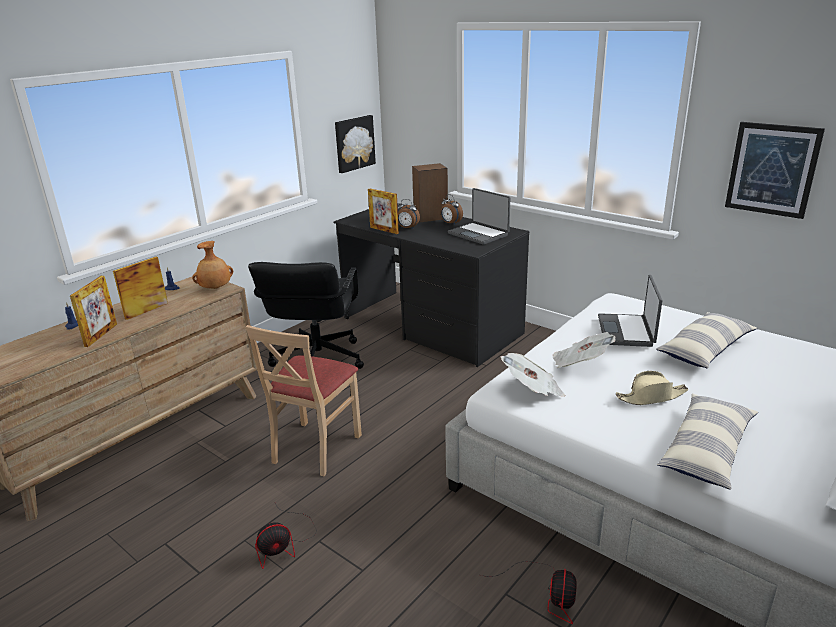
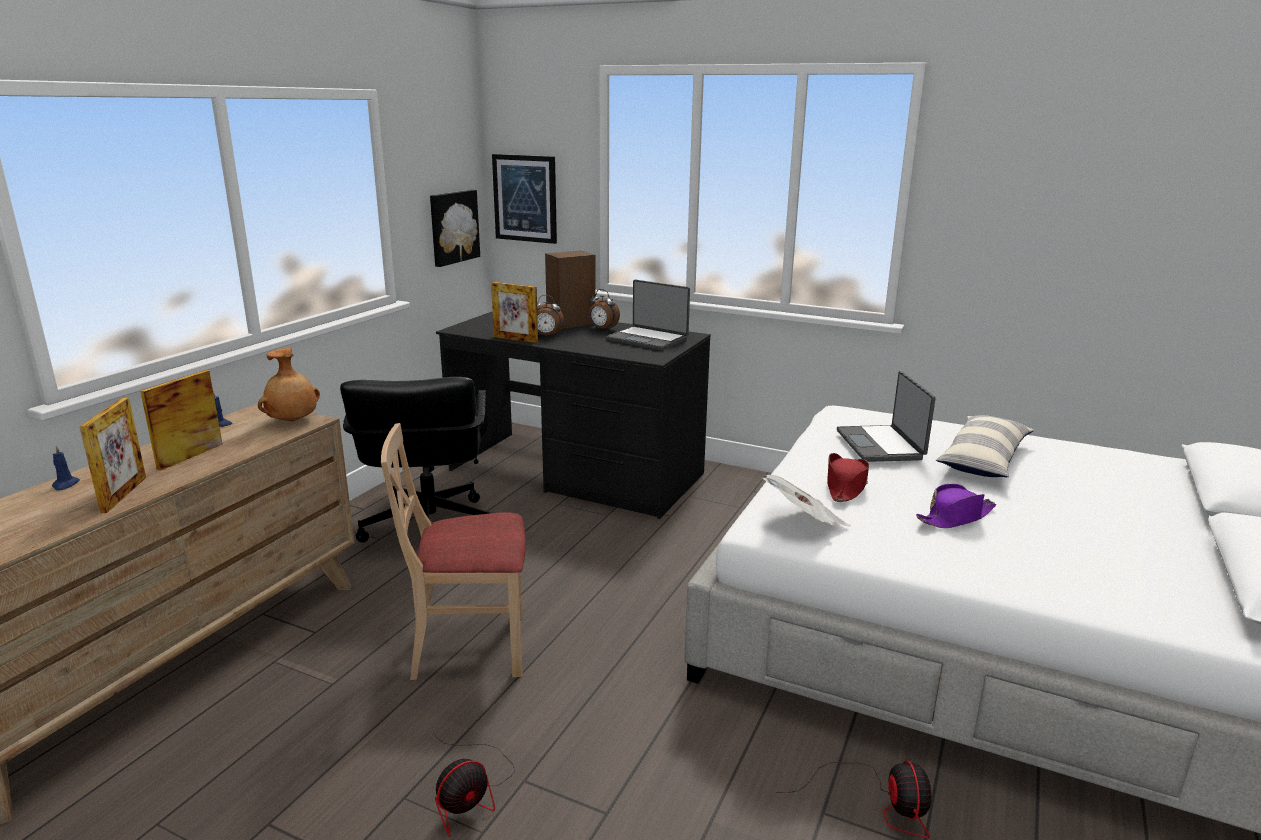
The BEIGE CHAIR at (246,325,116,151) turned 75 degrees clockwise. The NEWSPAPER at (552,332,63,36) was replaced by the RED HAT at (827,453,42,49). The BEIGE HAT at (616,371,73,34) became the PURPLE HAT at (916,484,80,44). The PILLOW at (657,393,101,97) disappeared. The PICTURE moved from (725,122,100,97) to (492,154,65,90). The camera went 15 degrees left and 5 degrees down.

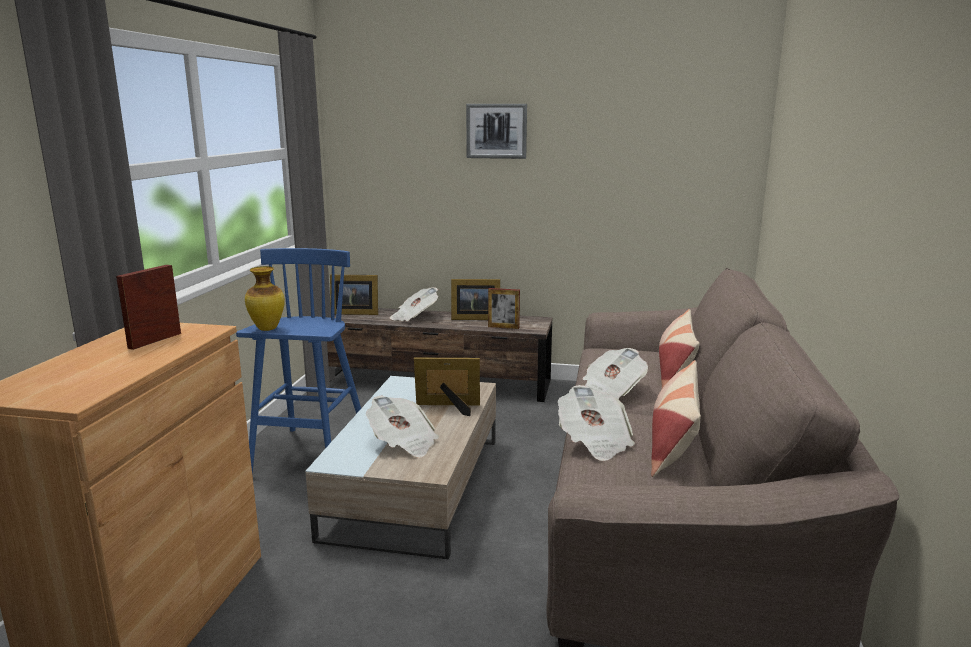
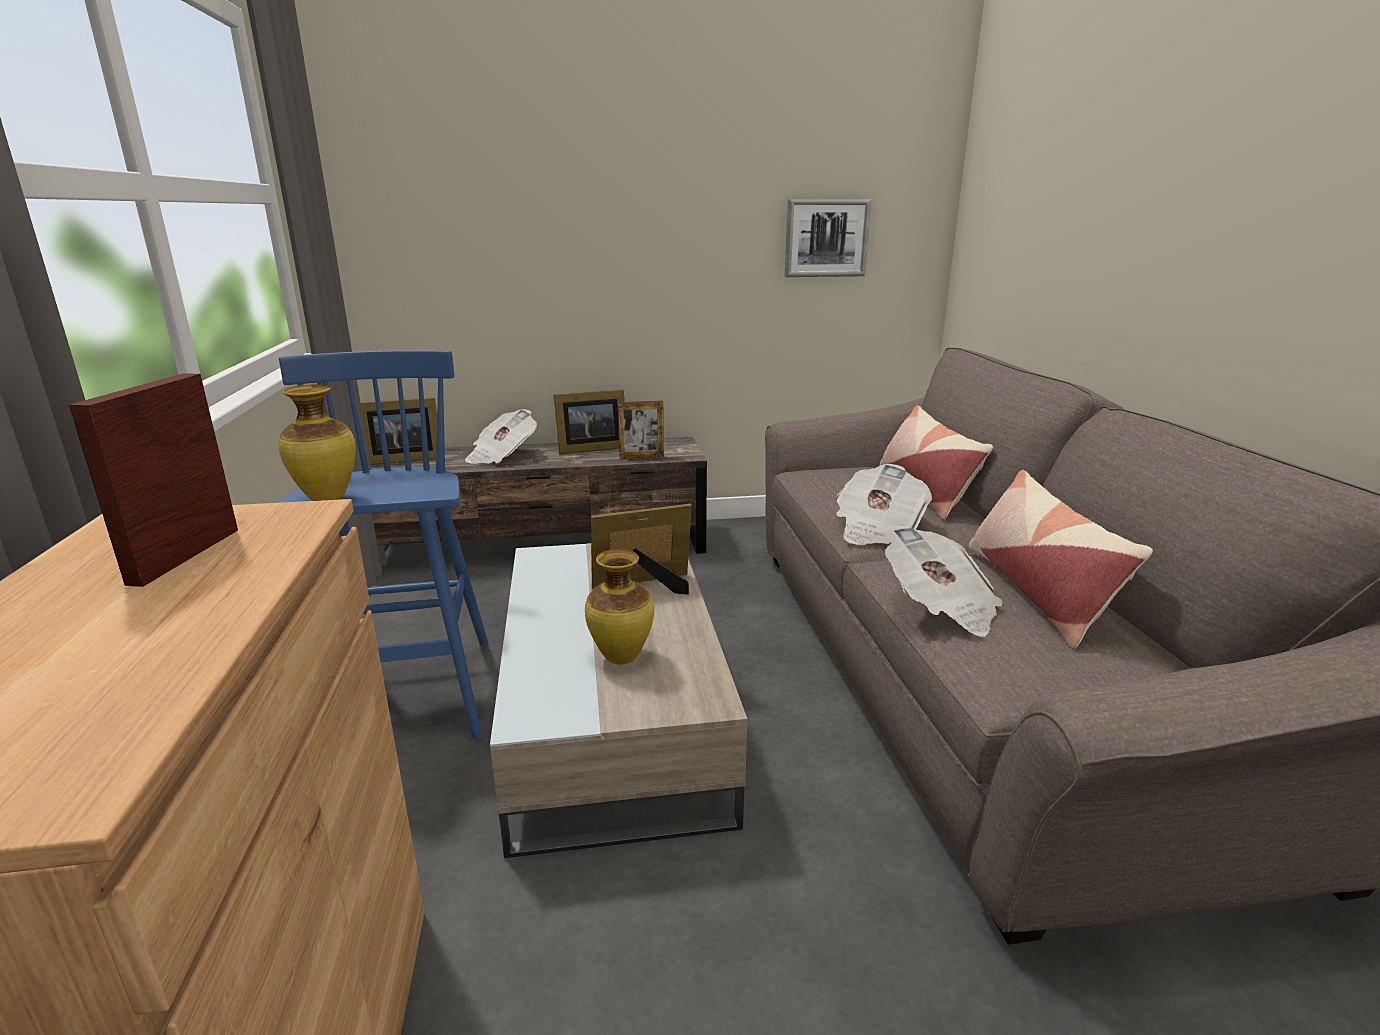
The NEWSPAPER at (366,396,73,61) was replaced by the VASE at (585,549,69,116). The PICTURE moved from (466,104,61,55) to (785,199,86,78). The camera went 20 degrees left and 5 degrees up.

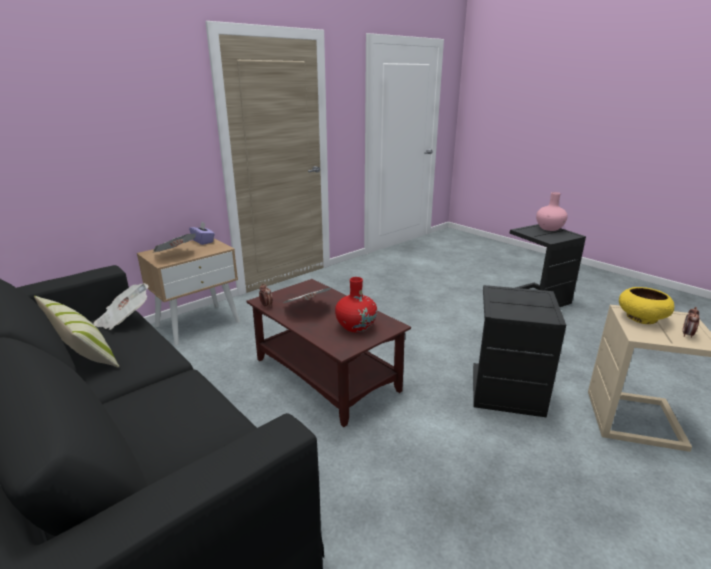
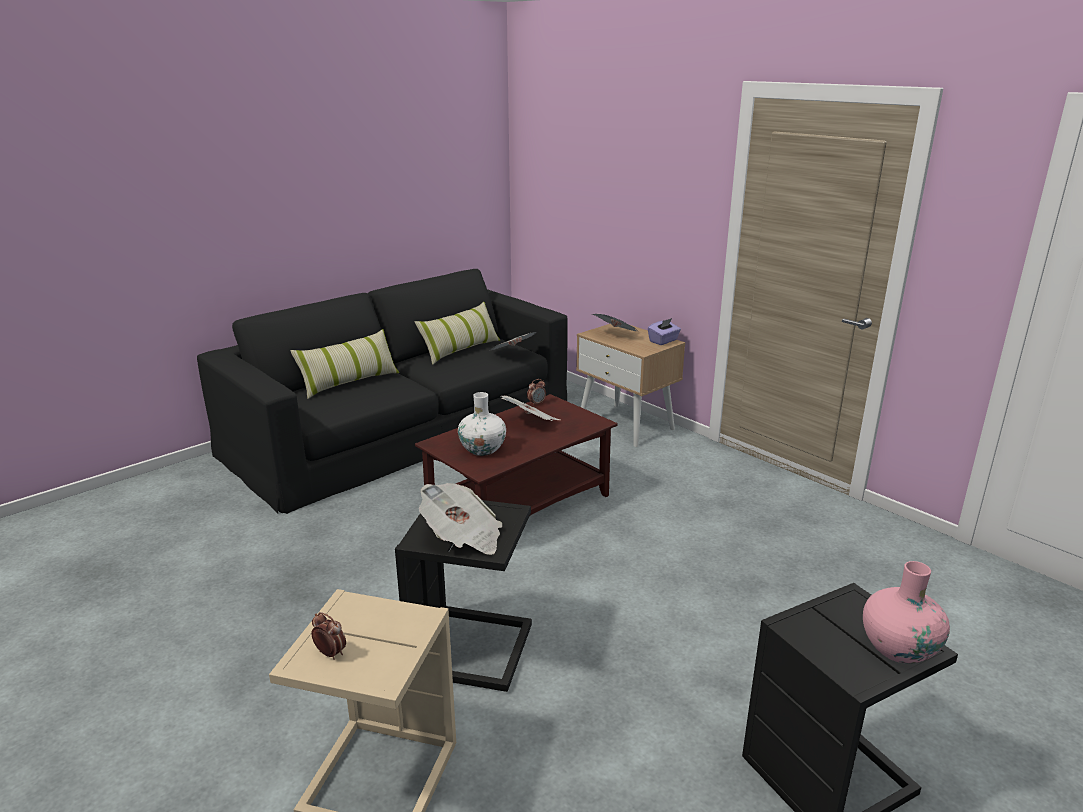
The RED VASE at (335,277,42,55) became the WHITE VASE at (458,392,48,64). The YELLOW BOWL at (619,287,55,37) disappeared. The PILLOW at (291,329,108,70) appeared. The NEWSPAPER at (418,483,85,72) appeared. The camera went 90 degrees right and 0 degrees up.

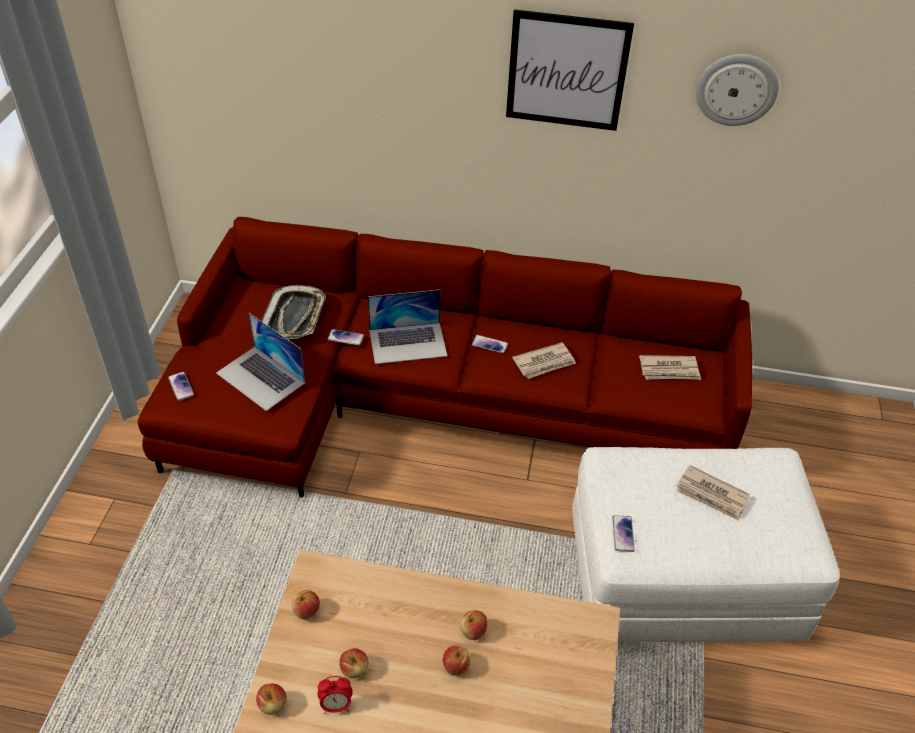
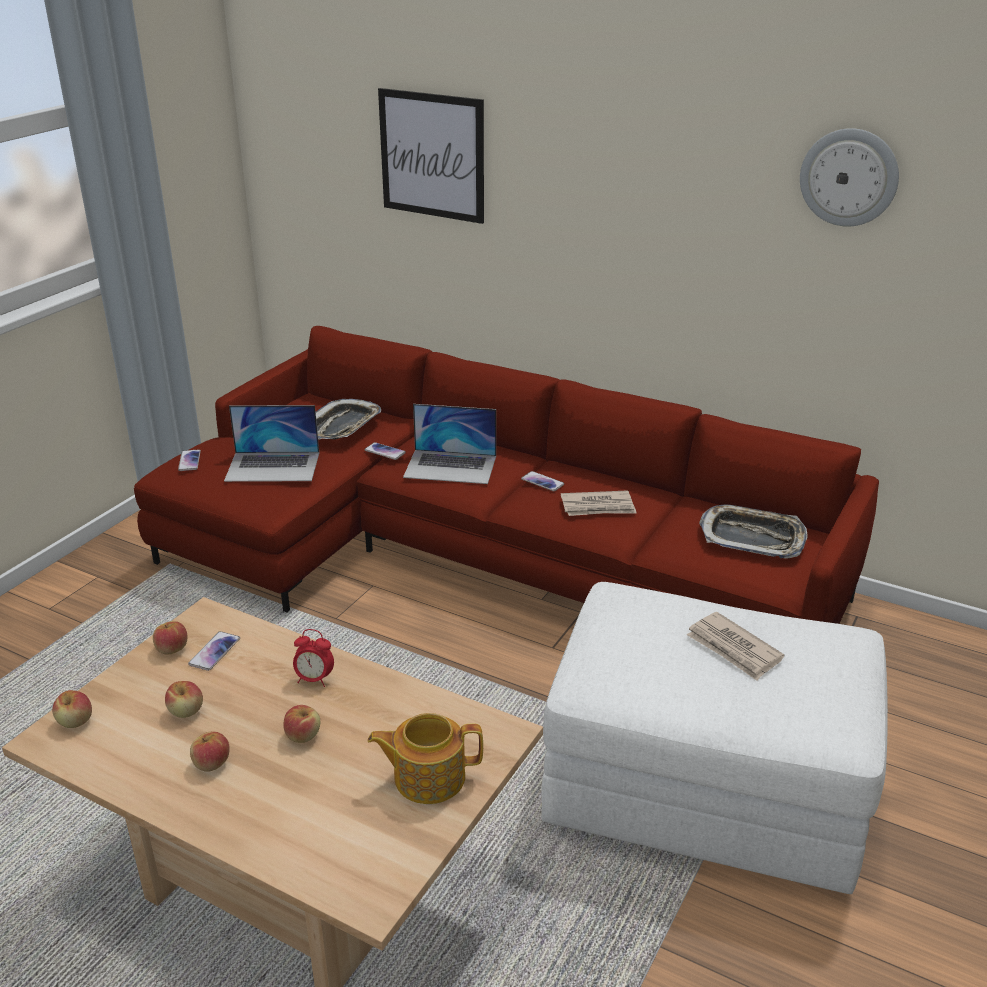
The LAPTOP at (216,313,89,98) turned 60 degrees counterclockwise. The ALARM CLOCK moved from (318,676,35,38) to (293,629,41,58). The APPLE moved from (460,610,27,30) to (190,731,40,41). The PICTURE moved from (506,9,128,122) to (378,88,106,136). The PHONE moved from (612,515,23,37) to (188,631,52,40). The NEWSPAPER at (639,355,62,25) was replaced by the TRAY at (699,505,109,54). The TEAPOT at (368,713,115,91) appeared. The camera went 20 degrees right and 15 degrees down.

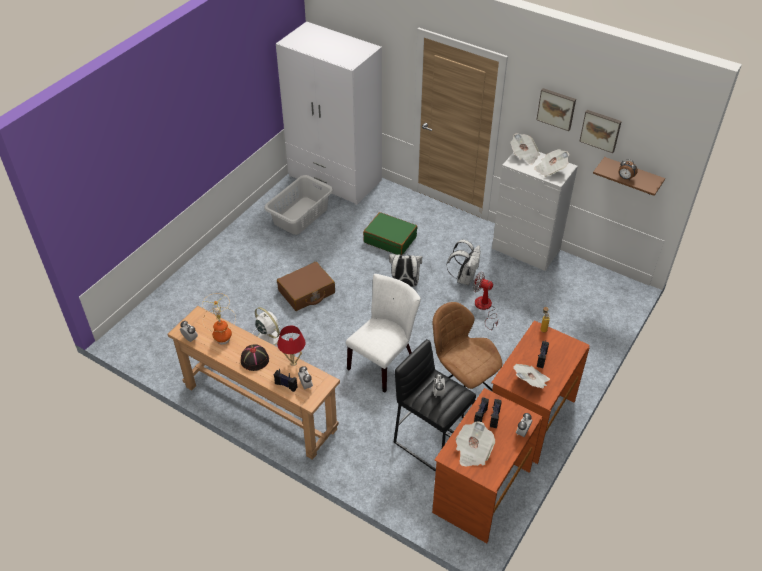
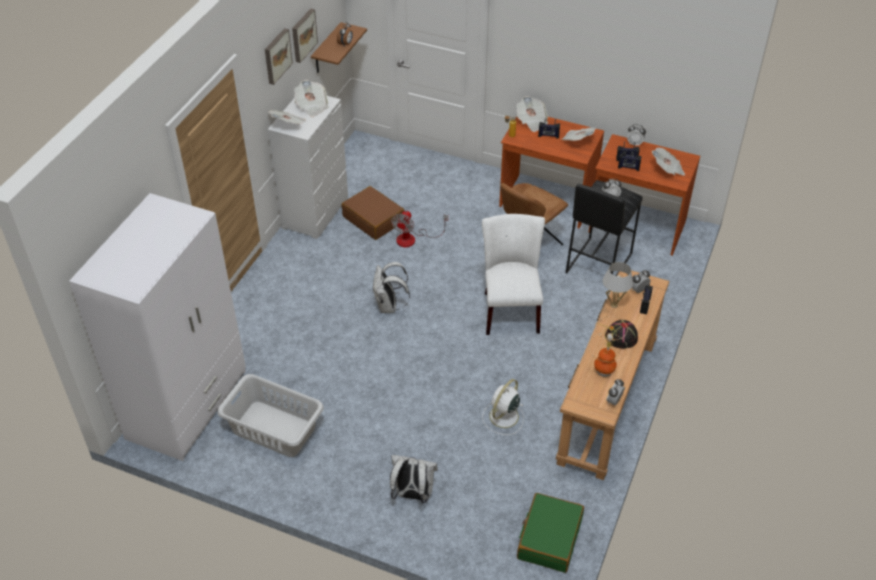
The BROWN SUITCASE moved from (277,262,58,49) to (342,186,62,54). The RED TABLE LAMP at (277,326,29,40) became the WHITE TABLE LAMP at (603,262,30,46). The WHITE CHAIR at (346,274,75,119) turned 60 degrees clockwise. The GREEN SUITCASE moved from (363,212,54,43) to (517,493,67,80). The WHITE BACKPACK moved from (447,240,33,45) to (390,455,48,48). The NEWSPAPER at (516,96,32,36) appeared. The camera went 100 degrees left and 0 degrees up.

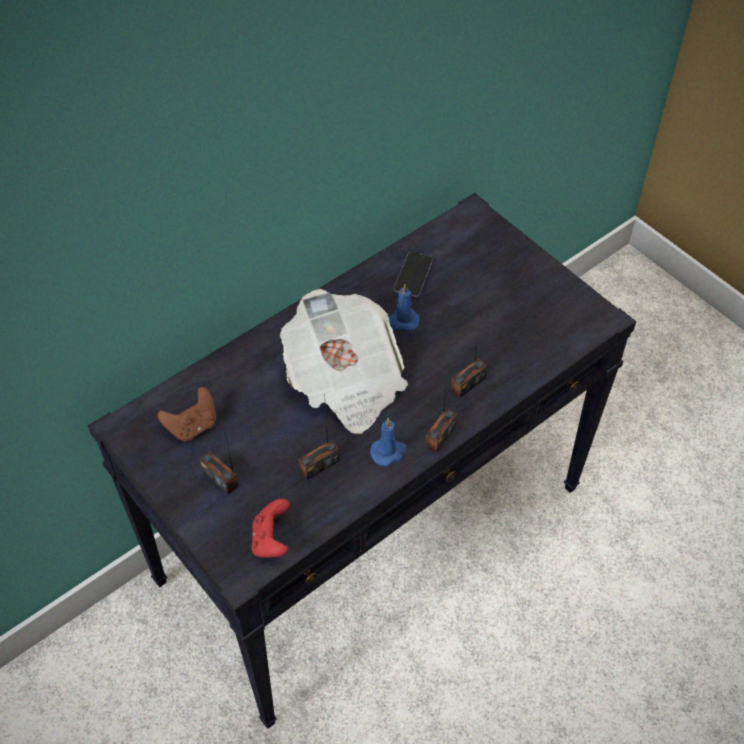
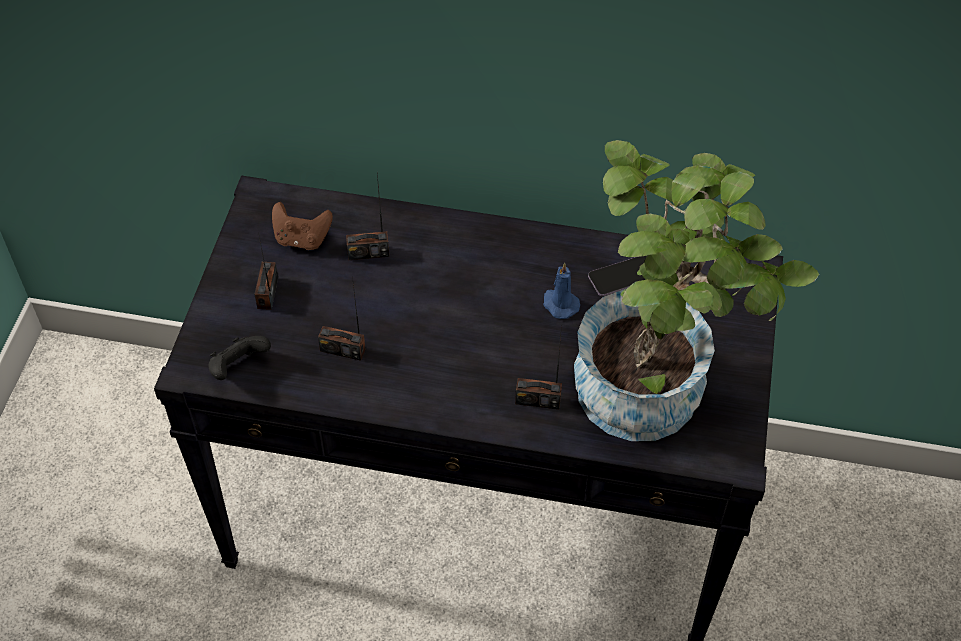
The RED GAME CONTROLLER at (251,499,39,59) became the BLACK GAME CONTROLLER at (209,336,62,44). The NEWSPAPER at (280,289,128,145) disappeared. The BLUE CANDLE at (370,418,37,48) disappeared. The RADIO moved from (425,367,32,86) to (346,174,43,86). The POTTED PLANT at (574,140,245,301) appeared. The camera went 50 degrees right and 0 degrees up.

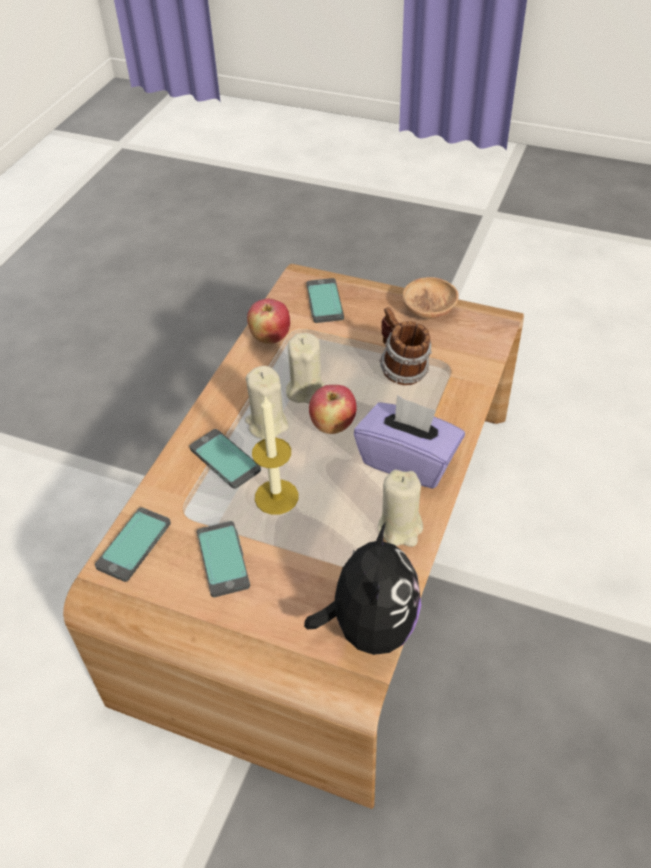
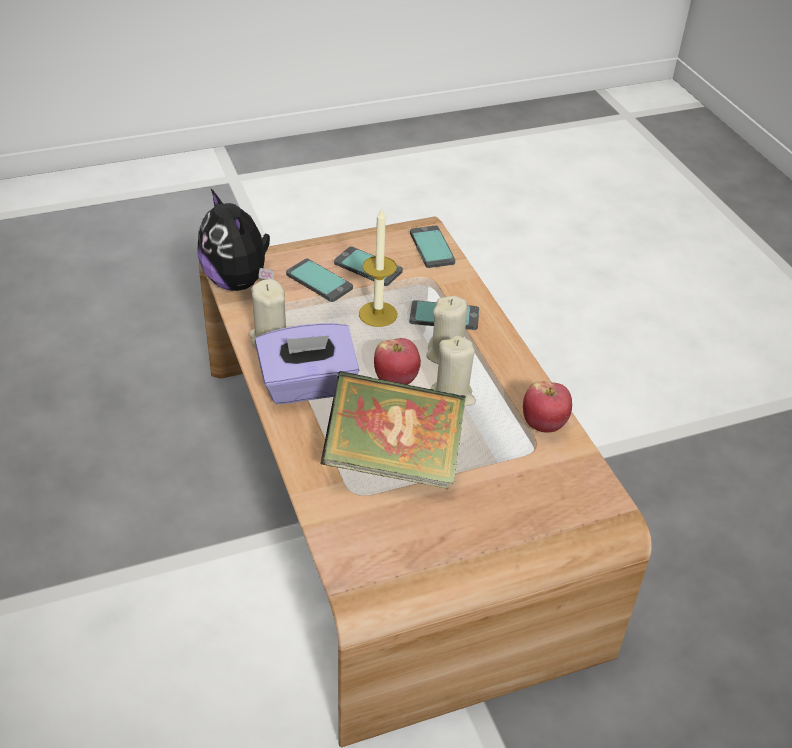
The PHONE moved from (307,278,37,45) to (286,259,67,43). The MUG at (379,307,53,78) was replaced by the BOOK at (320,371,146,118). The BROWN BOWL at (403,277,56,42) disappeared. The camera went 135 degrees right and 5 degrees down.

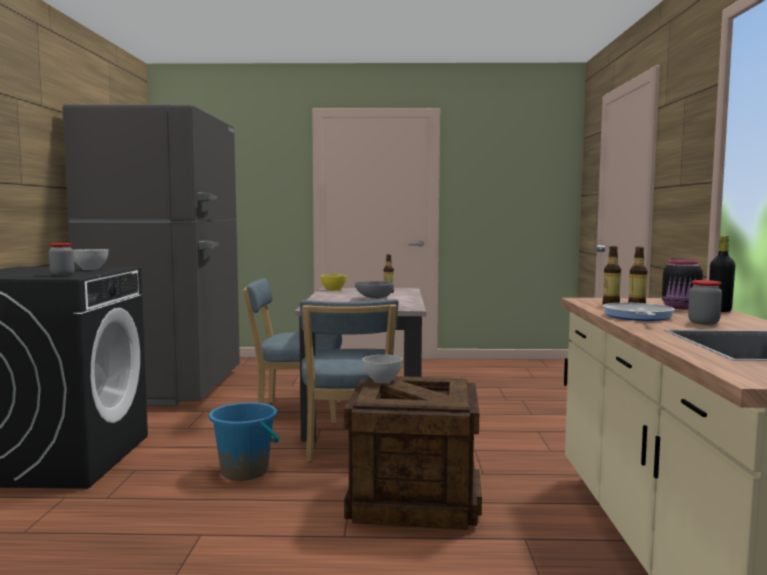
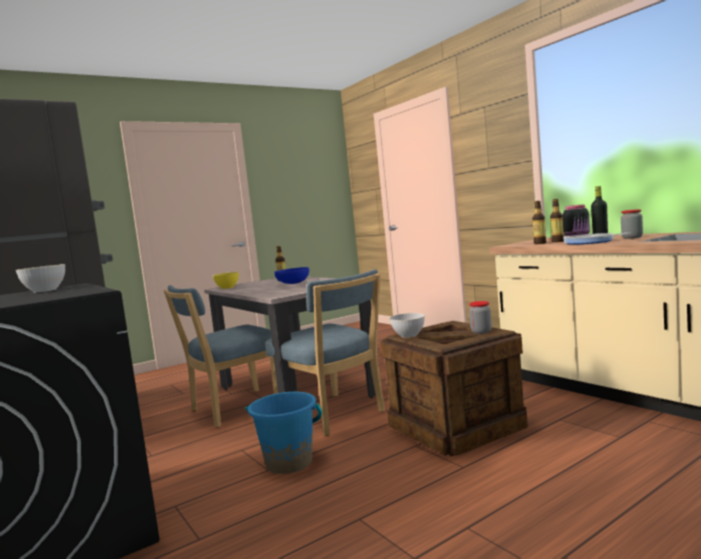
The JAR moved from (49,243,26,33) to (469,301,23,33). The GREY BOWL at (355,281,39,18) became the BLUE BOWL at (275,267,34,17). The camera went 35 degrees left and 0 degrees up.

